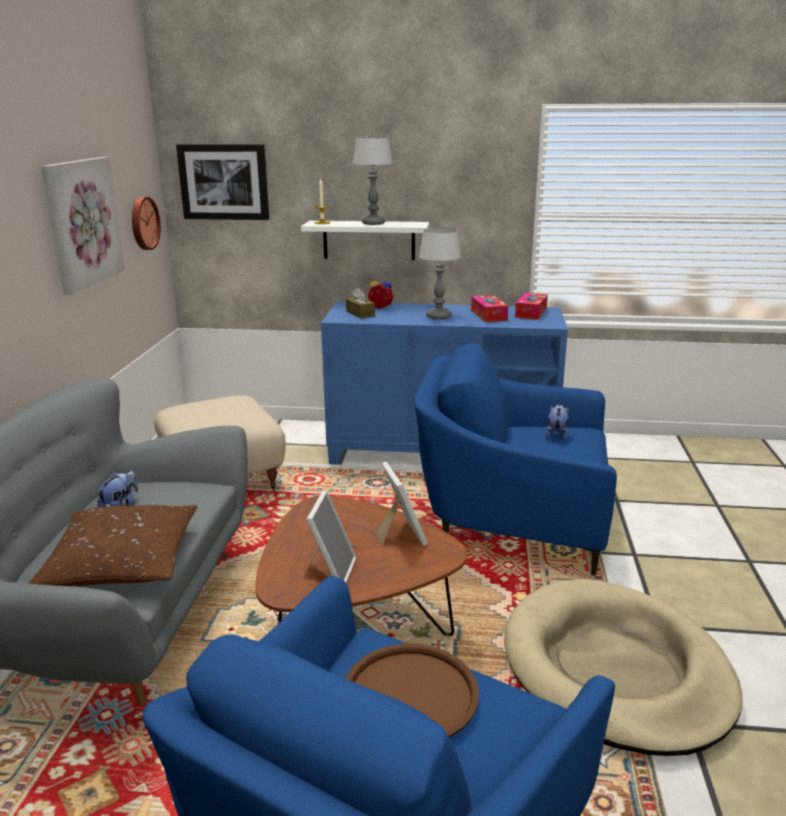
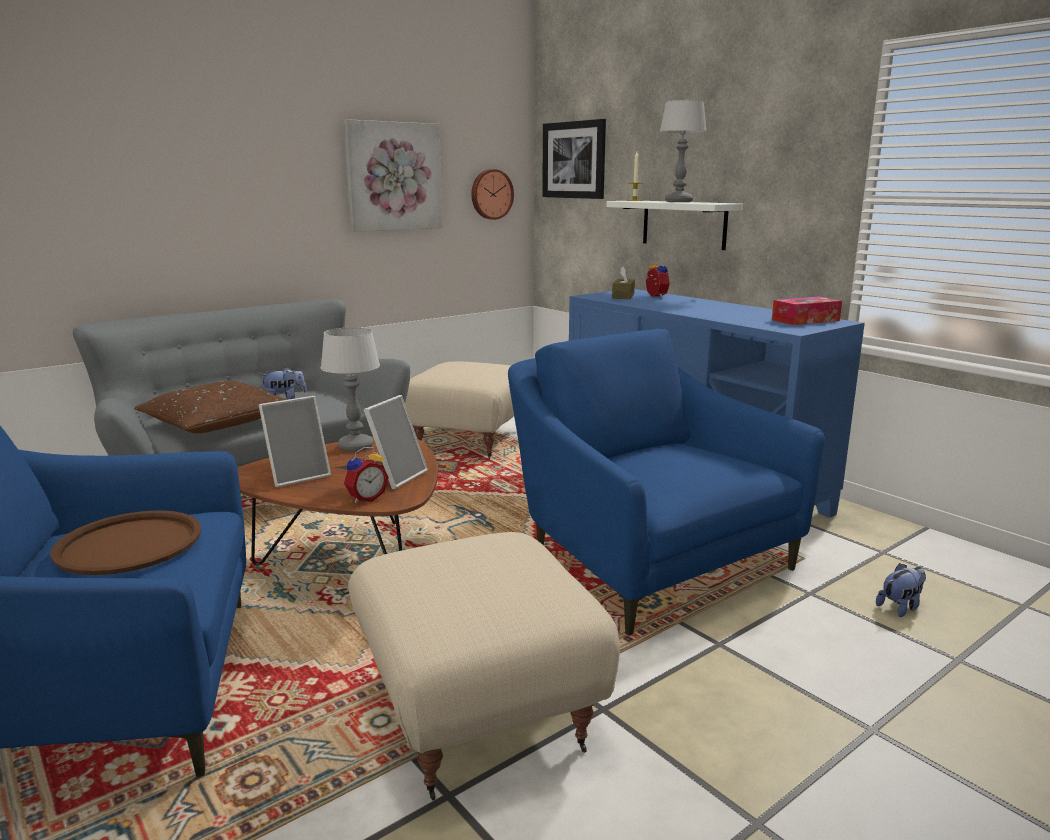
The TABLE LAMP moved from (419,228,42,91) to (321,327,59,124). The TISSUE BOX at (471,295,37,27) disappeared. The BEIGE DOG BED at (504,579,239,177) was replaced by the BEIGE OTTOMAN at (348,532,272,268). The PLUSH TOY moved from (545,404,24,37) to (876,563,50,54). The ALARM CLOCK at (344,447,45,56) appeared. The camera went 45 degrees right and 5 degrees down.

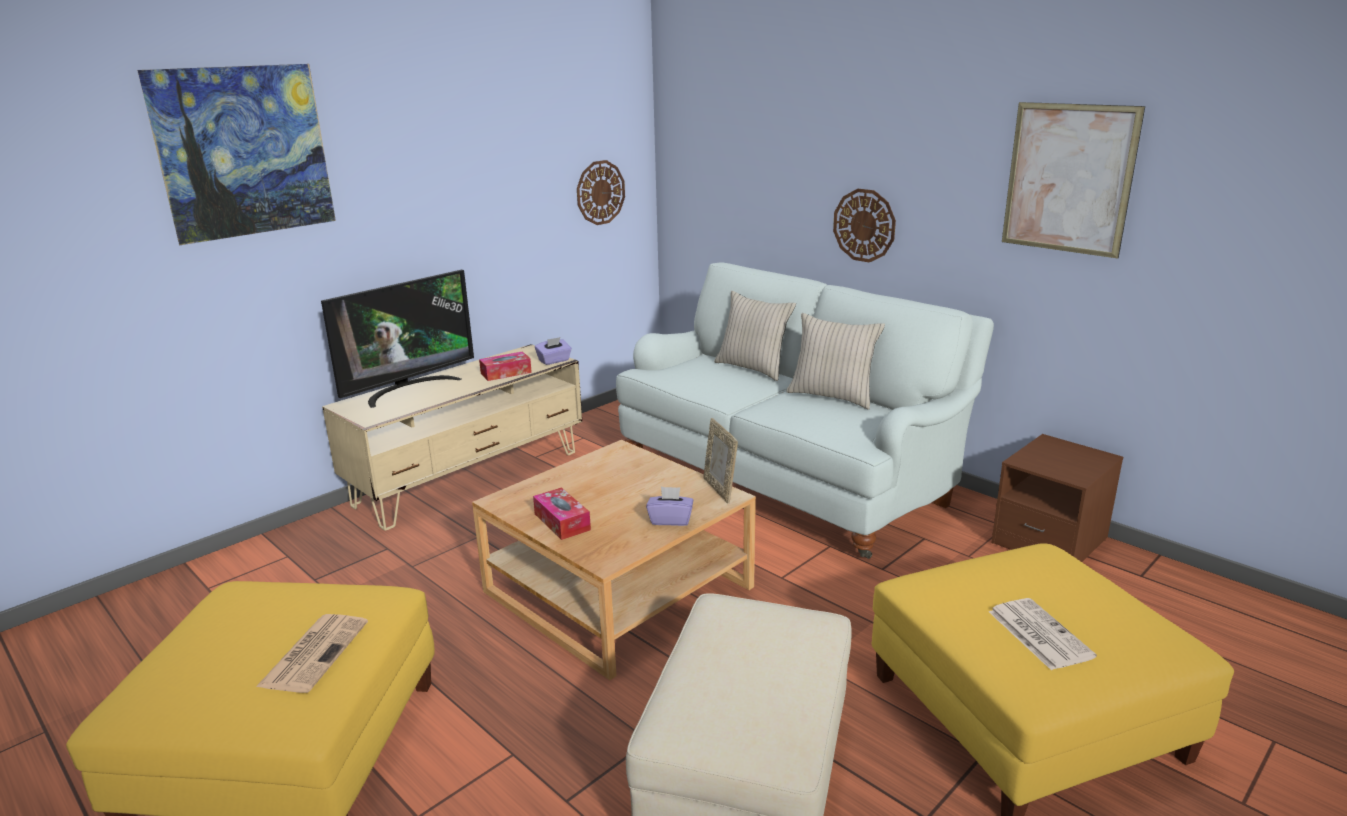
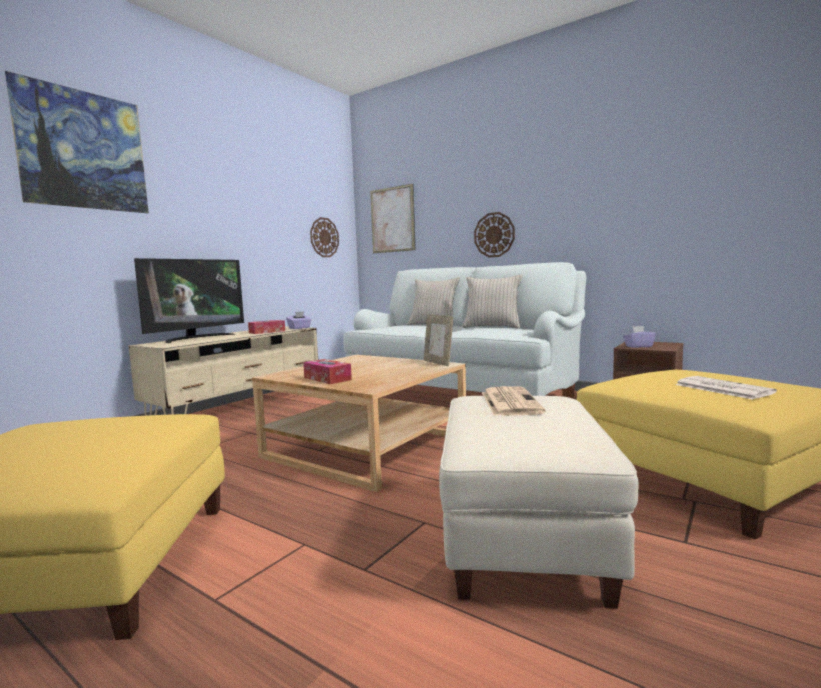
The NEWSPAPER moved from (256,614,112,79) to (482,386,64,30). The PURPLE TISSUE BOX moved from (646,486,47,40) to (623,326,33,22). The PICTURE moved from (1002,102,143,157) to (370,184,45,69). The camera went 10 degrees left and 15 degrees down.

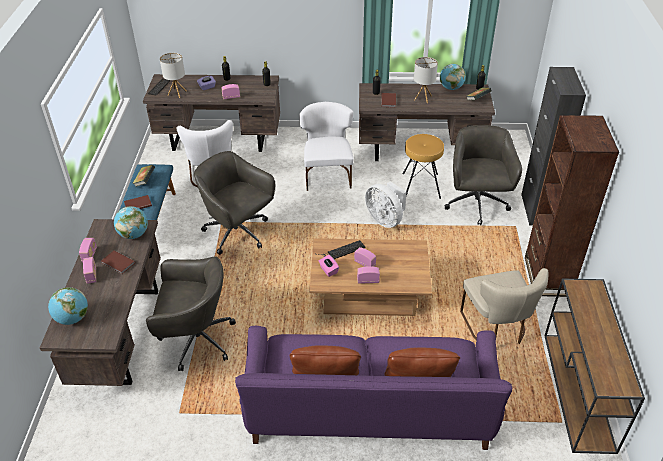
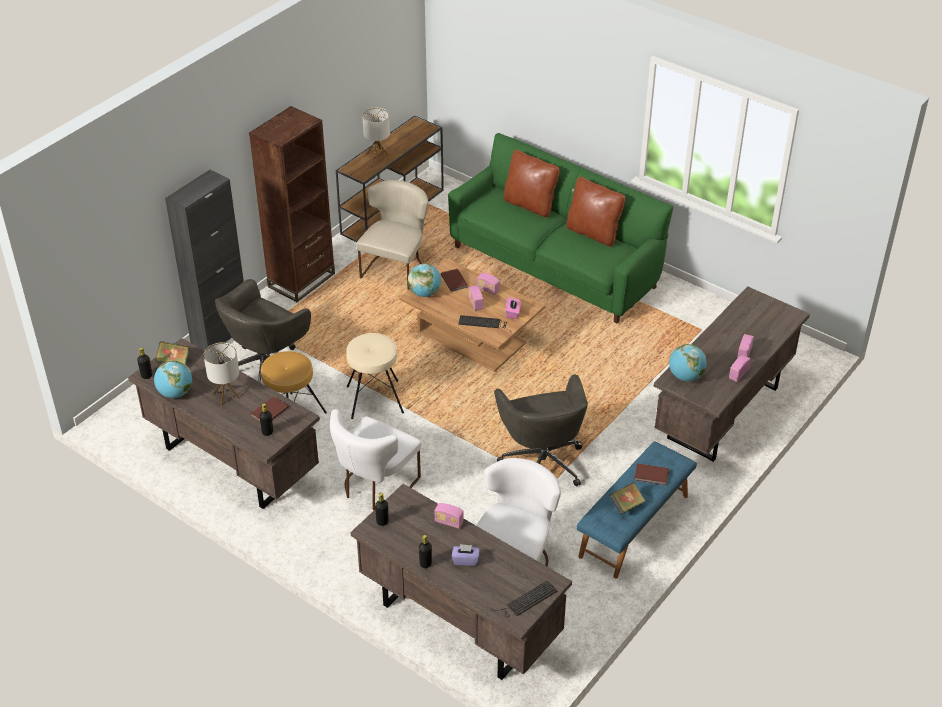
The GLOBE moved from (48,287,40,38) to (408,263,33,34). The BROWN BOOK moved from (101,250,35,24) to (441,269,27,23). The GREY OFFICE CHAIR at (146,256,90,115) disappeared. The TABLE LAMP moved from (160,53,26,45) to (362,108,28,54). The PURPLE SOFA at (235,326,277,124) became the GREEN SOFA at (448,133,225,190). The WHITE FAN at (365,182,41,46) was replaced by the BEIGE STOOL at (346,333,58,86). The camera went 145 degrees left and 0 degrees up.

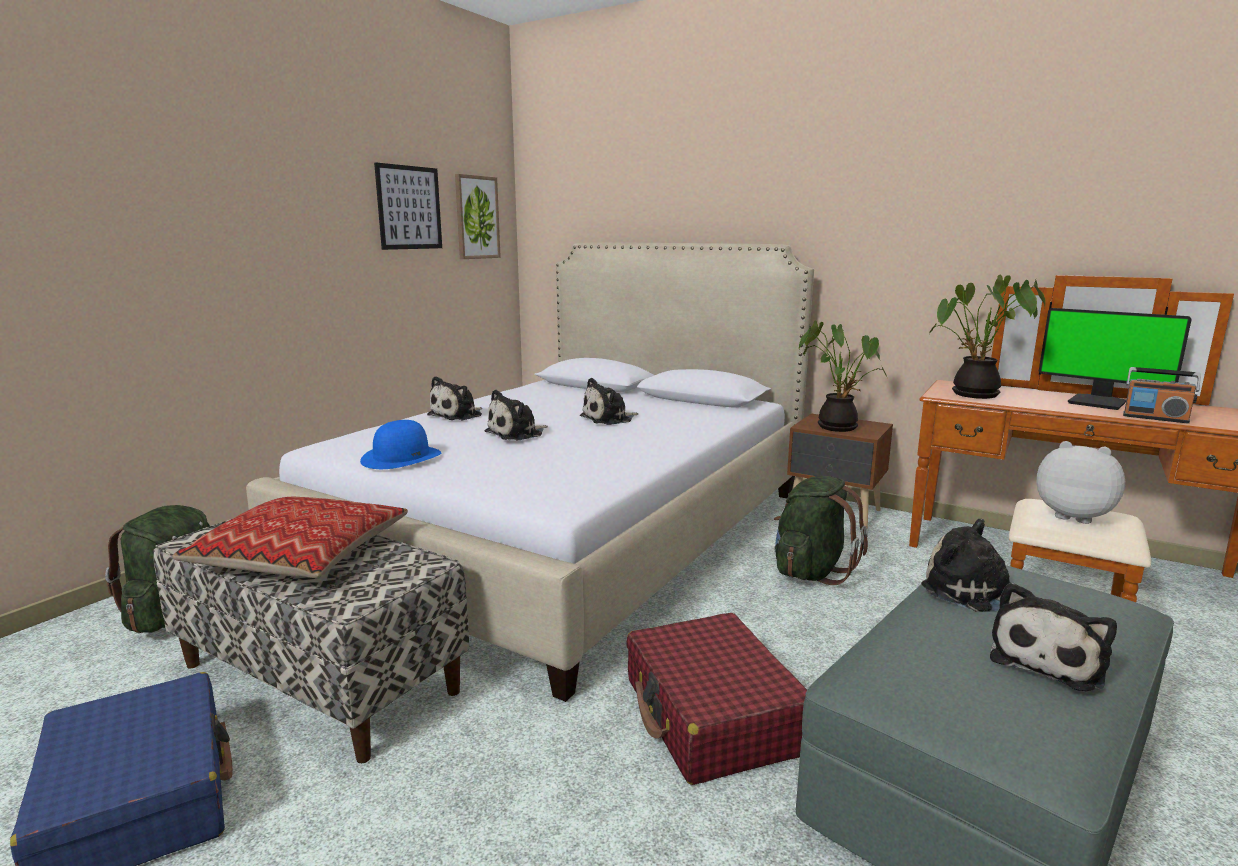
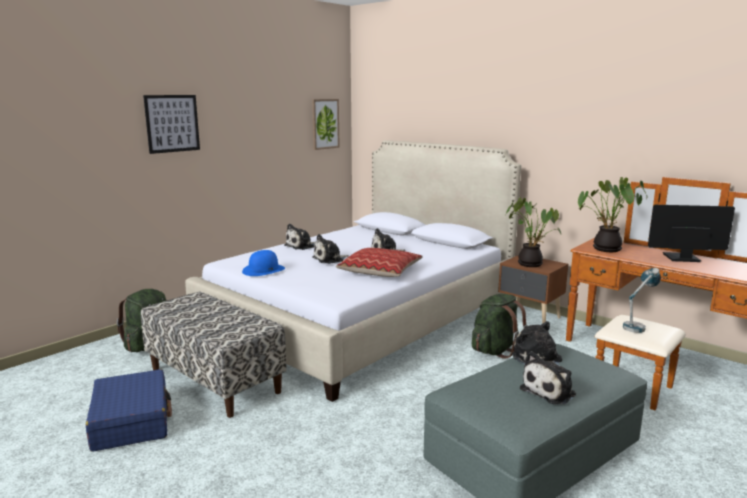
The PILLOW moved from (172,497,236,81) to (336,248,87,29). The PICTURE moved from (374,163,68,87) to (143,95,57,59). The RED SUITCASE at (626,613,181,172) disappeared. The PLUSH TOY at (1036,441,89,83) was replaced by the TABLE LAMP at (623,268,38,65). The MONITOR at (1039,308,153,102) turned 135 degrees clockwise. The RADIO at (1123,367,78,56) disappeared. The camera went 10 degrees right and 0 degrees up.

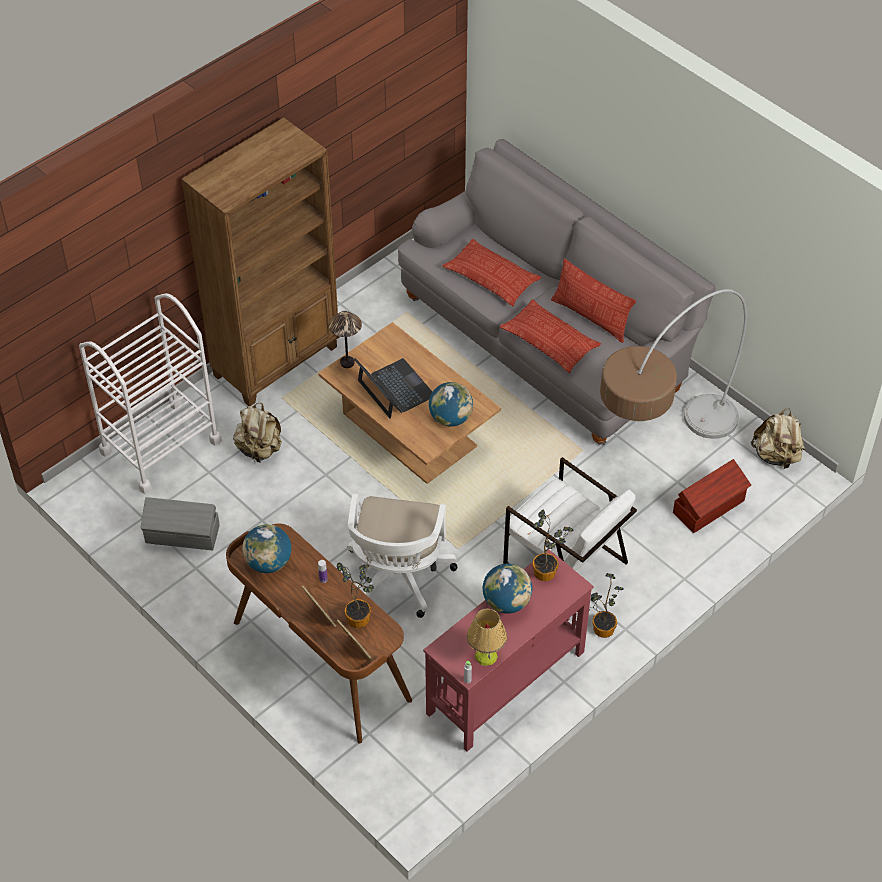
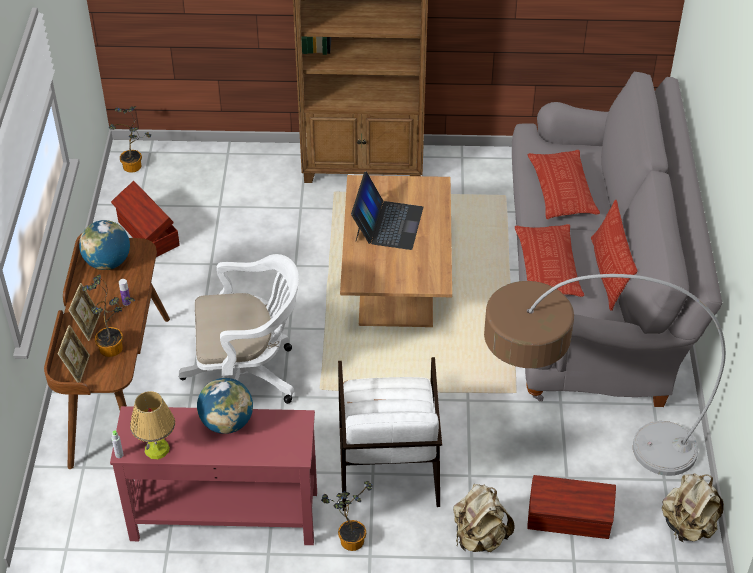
The WHITE CART at (79,293,143,201) disappeared. The GREY STORAGE BOX at (140,497,80,53) became the BROWN STORAGE BOX at (111,181,69,76). The BEIGE BACKPACK moved from (233,403,49,59) to (453,484,61,68). The TABLE LAMP at (328,311,34,57) disappeared. The WHITE OFFICE CHAIR at (347,493,110,125) turned 150 degrees counterclockwise. The GLOBE at (429,382,44,45) disappeared. The POTTED PLANT moved from (532,510,42,71) to (109,106,42,67). The camera went 45 degrees right and 5 degrees down.

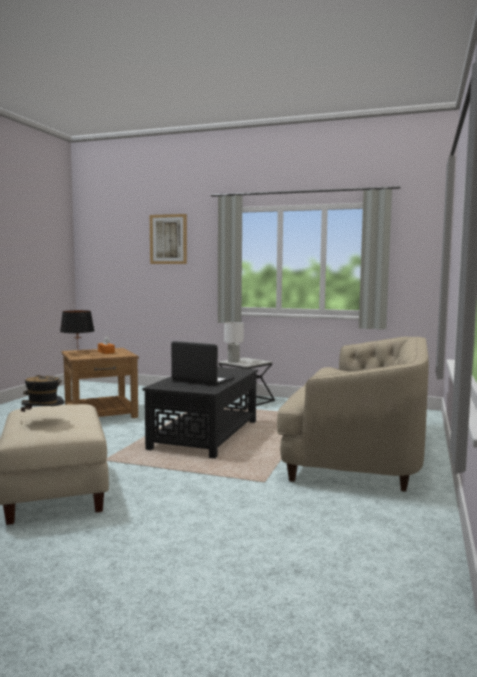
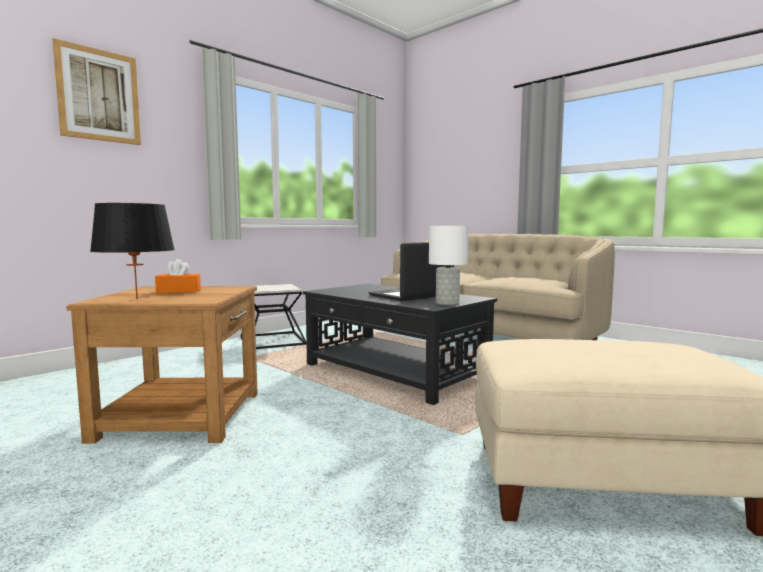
The HAT at (21,375,43,49) disappeared. The WHITE TABLE LAMP moved from (224,322,20,41) to (429,226,40,79). The camera went 65 degrees left and 0 degrees up.

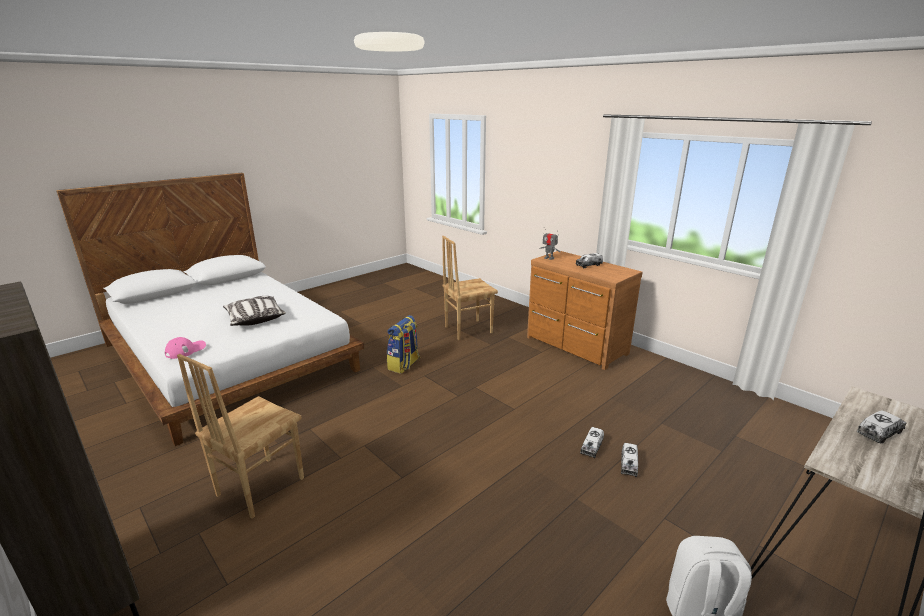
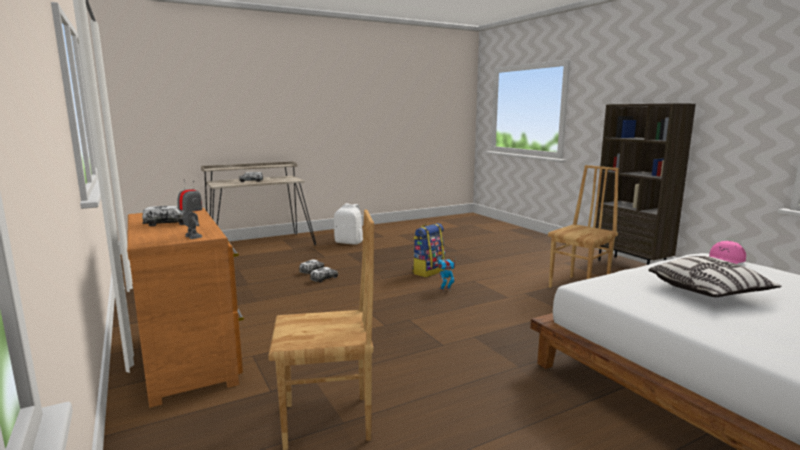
The BACKPACK moved from (387,315,33,59) to (412,223,33,54). The TOY ROBOT at (437,258,19,33) appeared. The camera went 165 degrees left and 10 degrees down.

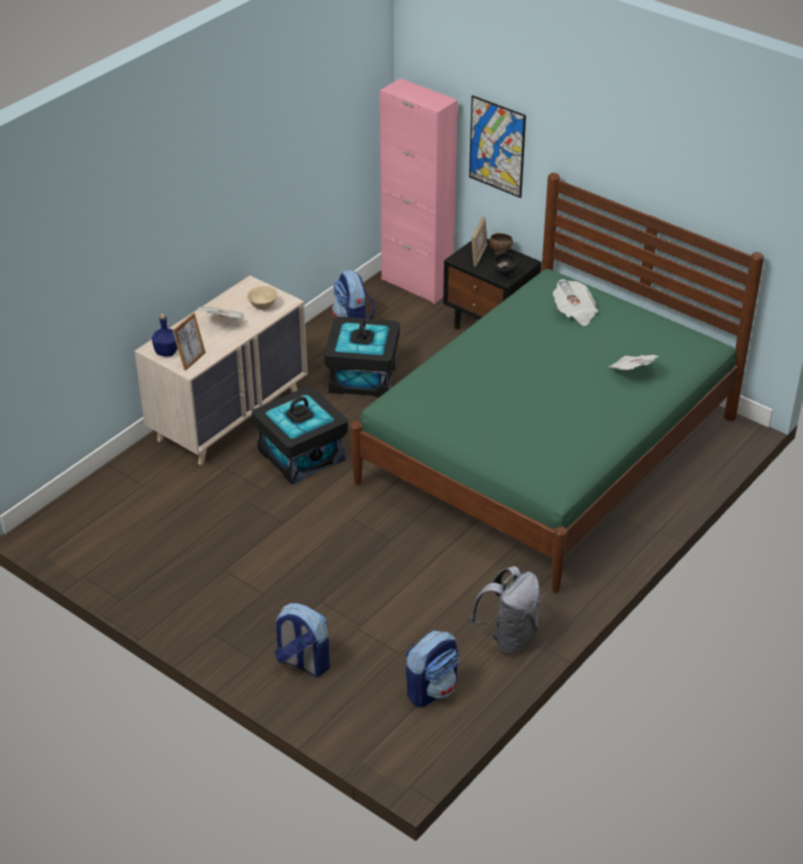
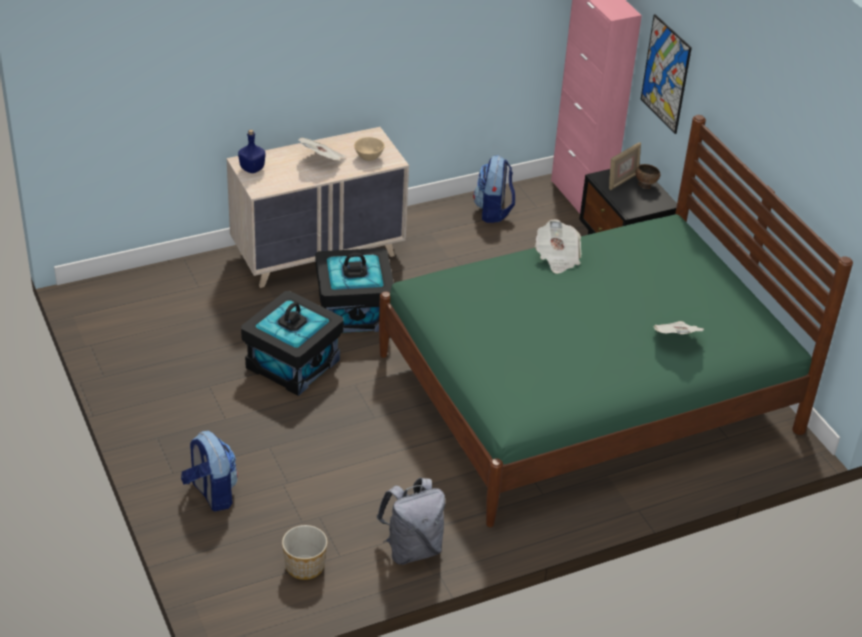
The PICTURE FRAME at (173,313,33,58) disappeared. The BLACK STORAGE BOX moved from (324,316,76,81) to (241,291,103,105). The BACKPACK at (405,631,54,76) was replaced by the PLANTER at (282,525,46,55). The BLACK BOWL at (493,253,24,25) disappeared. The NEWSPAPER moved from (553,279,45,47) to (535,219,46,55). The camera went 25 degrees right and 0 degrees up.

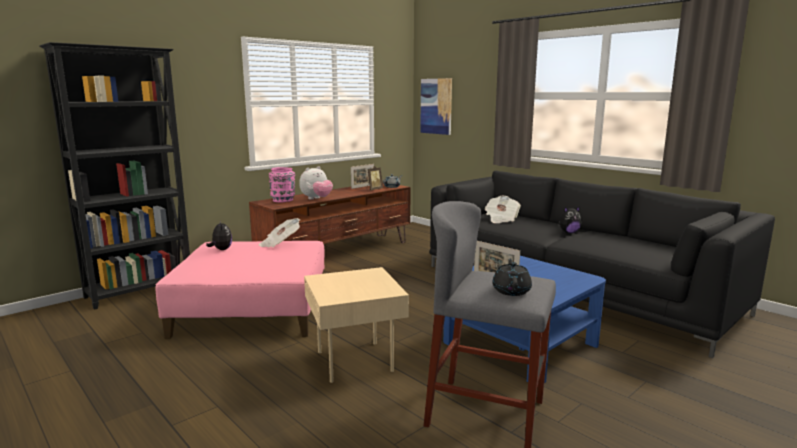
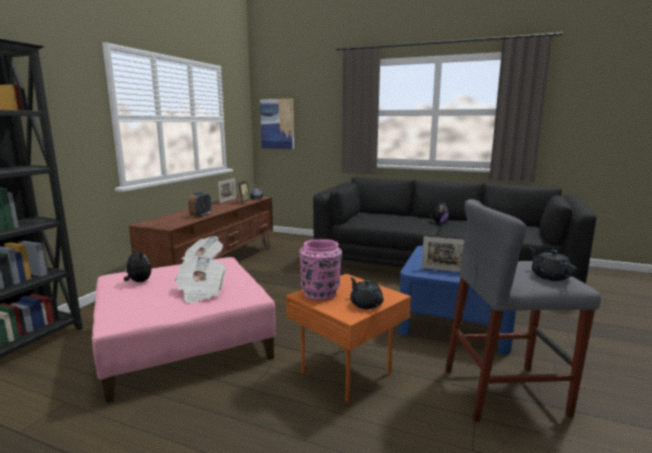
The PINK VASE moved from (269,167,26,36) to (299,239,43,61). The PLUSH TOY at (299,166,34,34) was replaced by the ALARM CLOCK at (188,192,23,25). The BEIGE SIDE TABLE at (304,267,105,116) became the ORANGE SIDE TABLE at (286,274,125,128). The NEWSPAPER moved from (485,195,36,28) to (175,256,52,47). The BLACK TEAPOT at (350,277,33,32) appeared. The camera went 25 degrees left and 0 degrees up.

